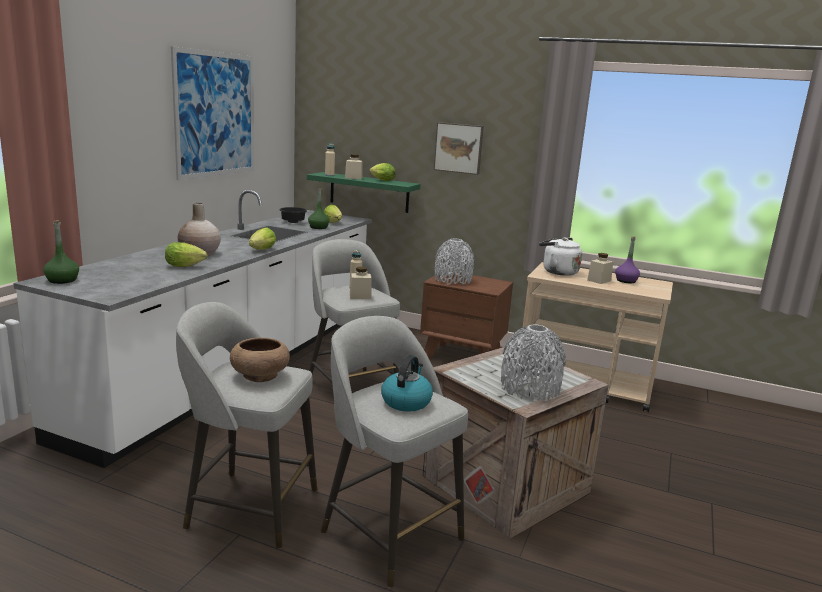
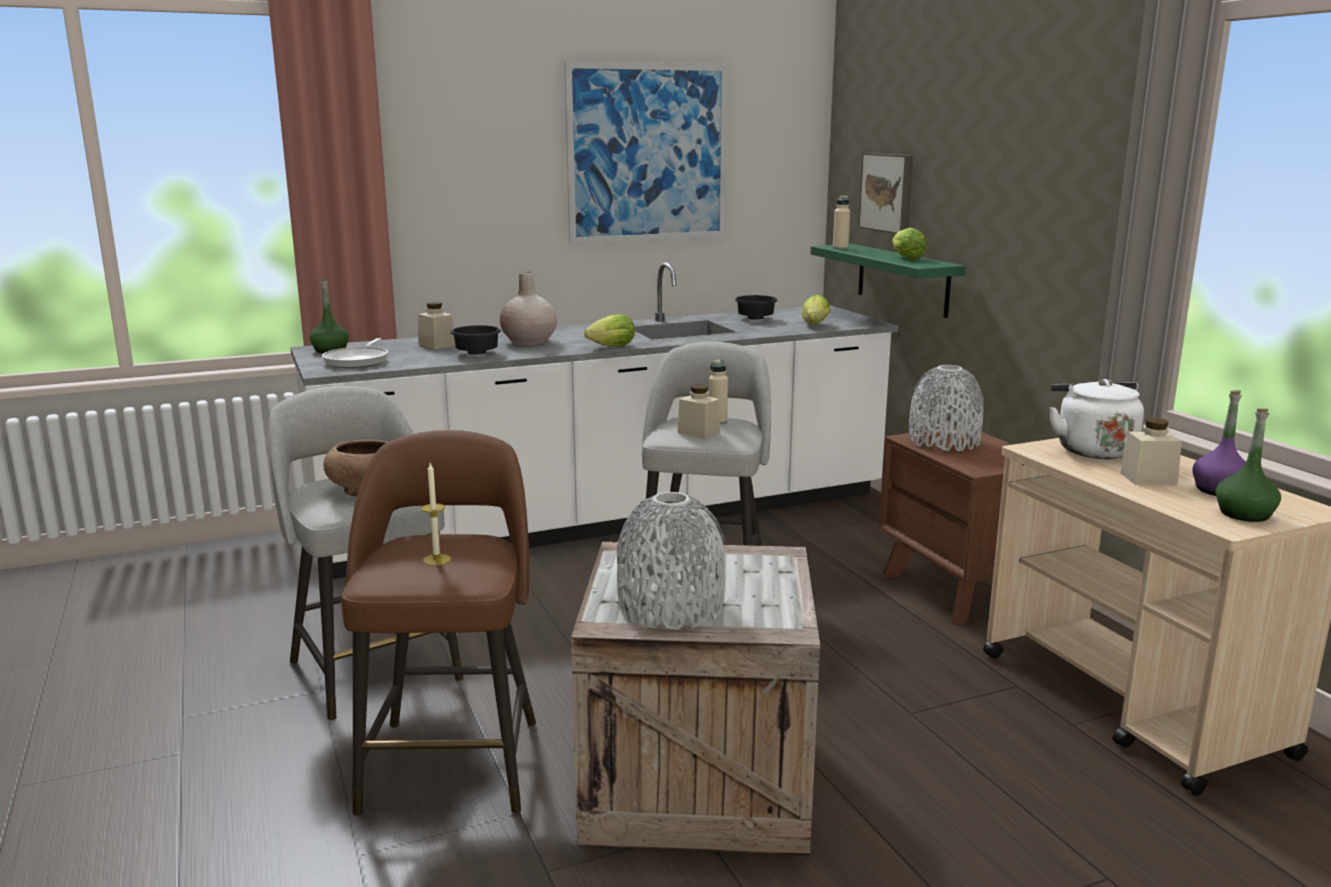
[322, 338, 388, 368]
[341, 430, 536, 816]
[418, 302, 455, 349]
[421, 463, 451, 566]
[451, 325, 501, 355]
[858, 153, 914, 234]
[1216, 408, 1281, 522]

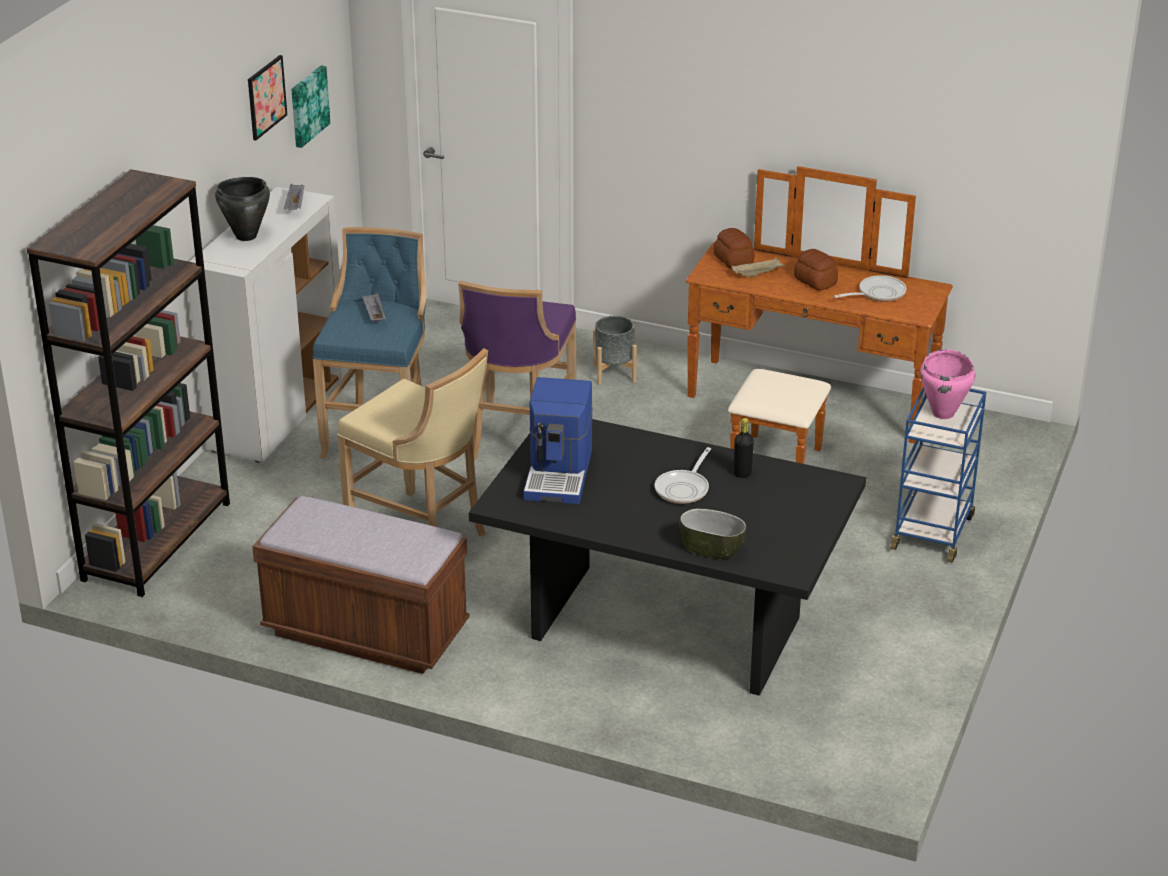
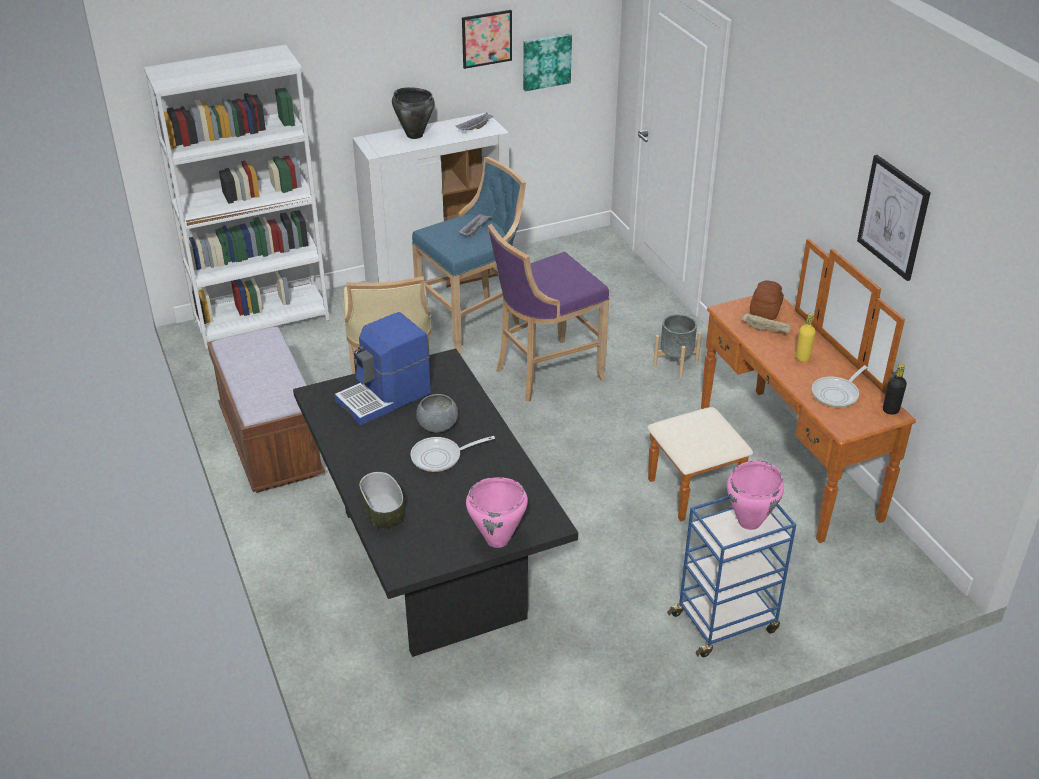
[144, 44, 329, 349]
[416, 394, 458, 433]
[466, 477, 528, 548]
[796, 313, 815, 362]
[812, 365, 868, 408]
[857, 155, 931, 281]
[883, 364, 907, 415]

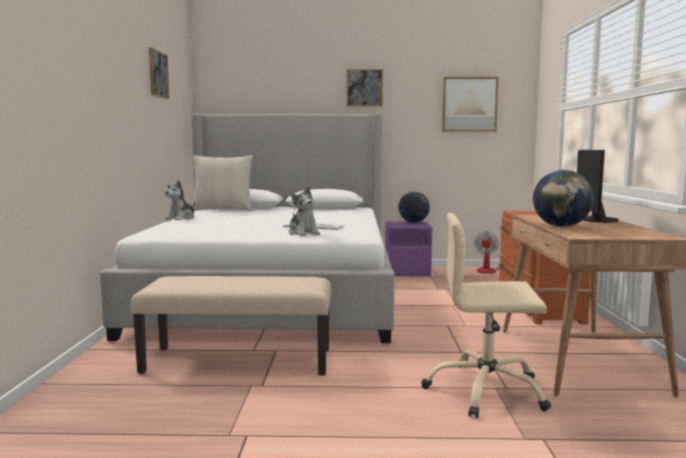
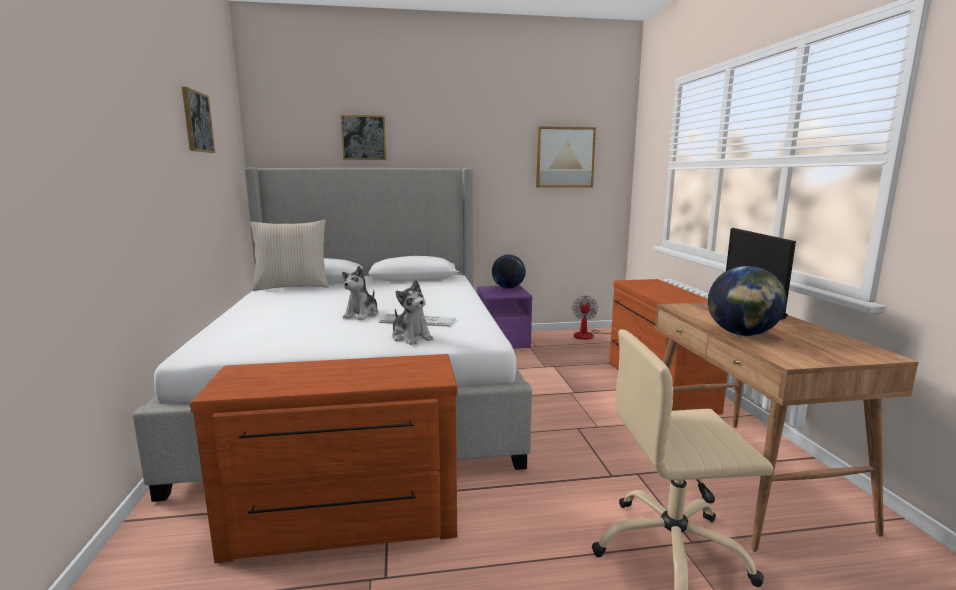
[190, 354, 458, 563]
[341, 115, 387, 160]
[342, 266, 379, 320]

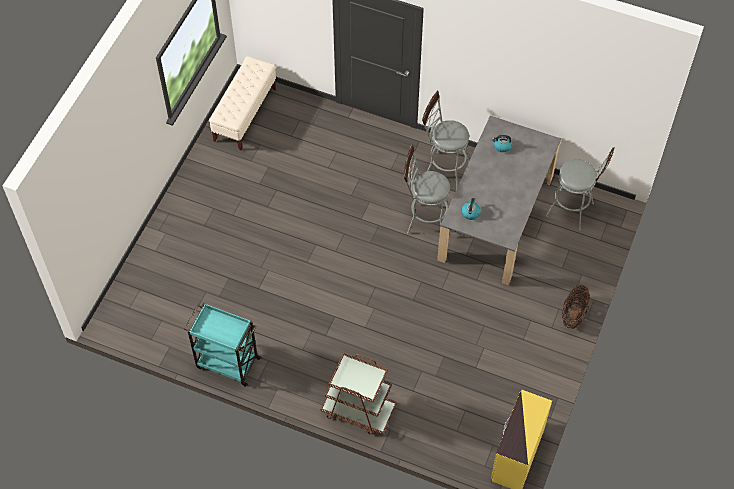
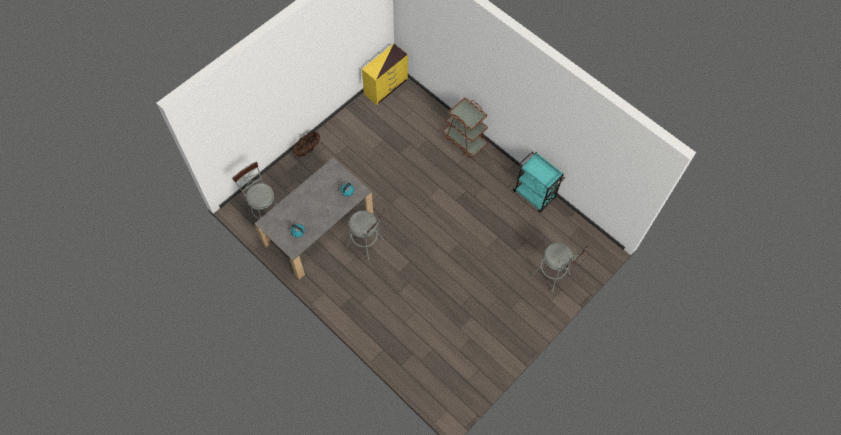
[532, 243, 589, 292]
[209, 56, 276, 151] (first image)

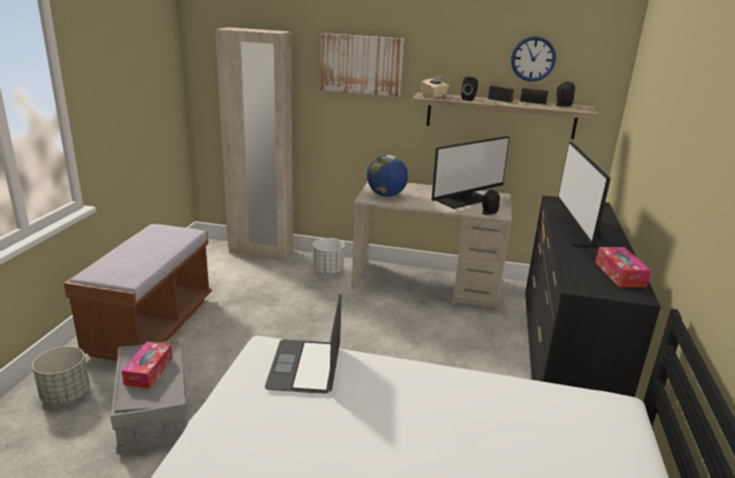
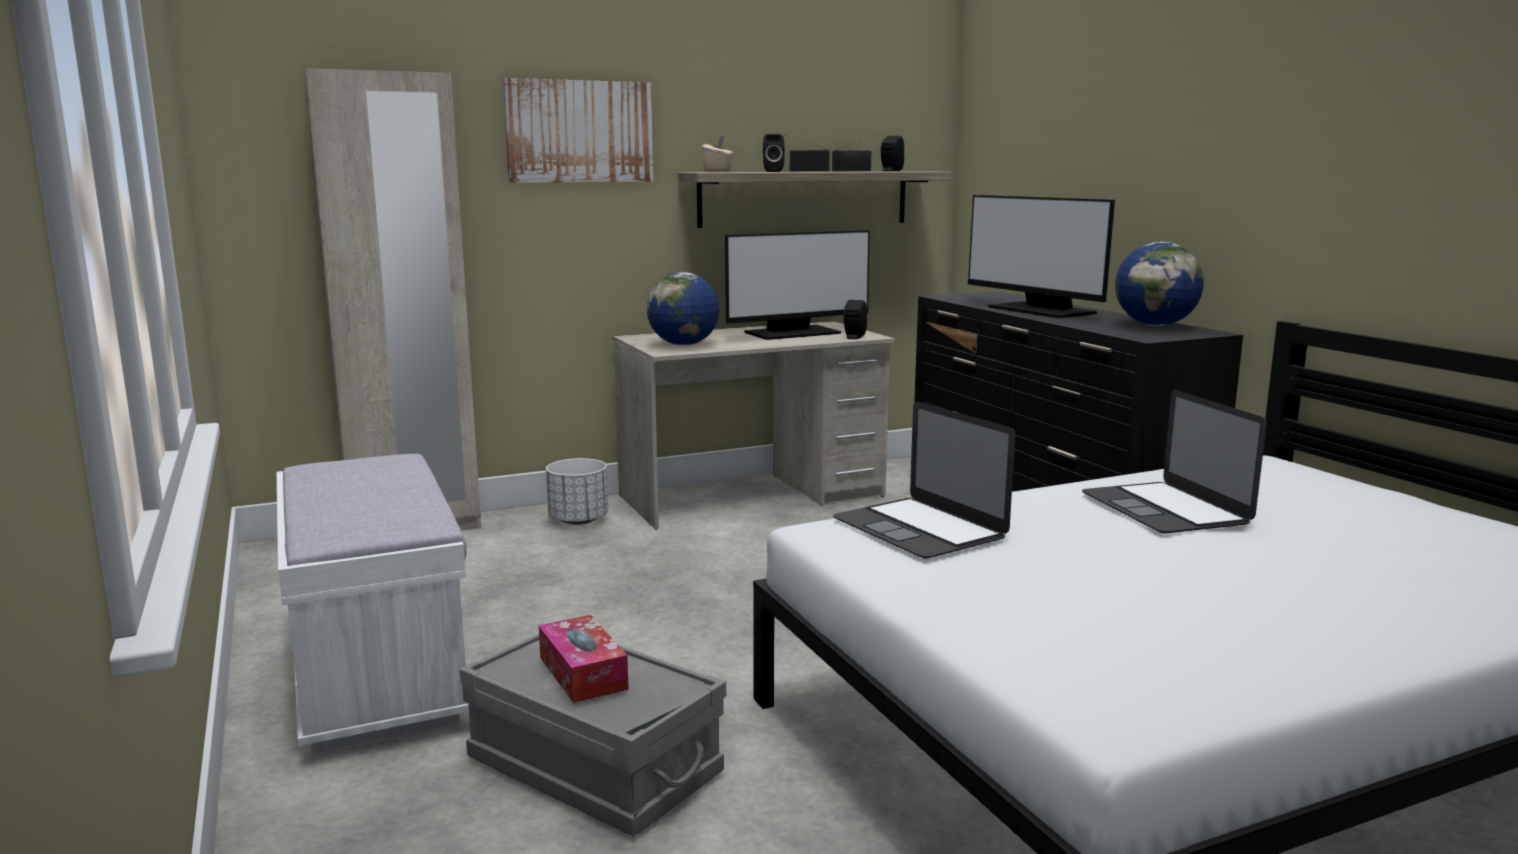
[277, 454, 469, 756]
[725, 230, 870, 340]
[1082, 390, 1266, 533]
[1115, 242, 1204, 326]
[32, 346, 90, 405] (first image)
[511, 36, 556, 81] (first image)

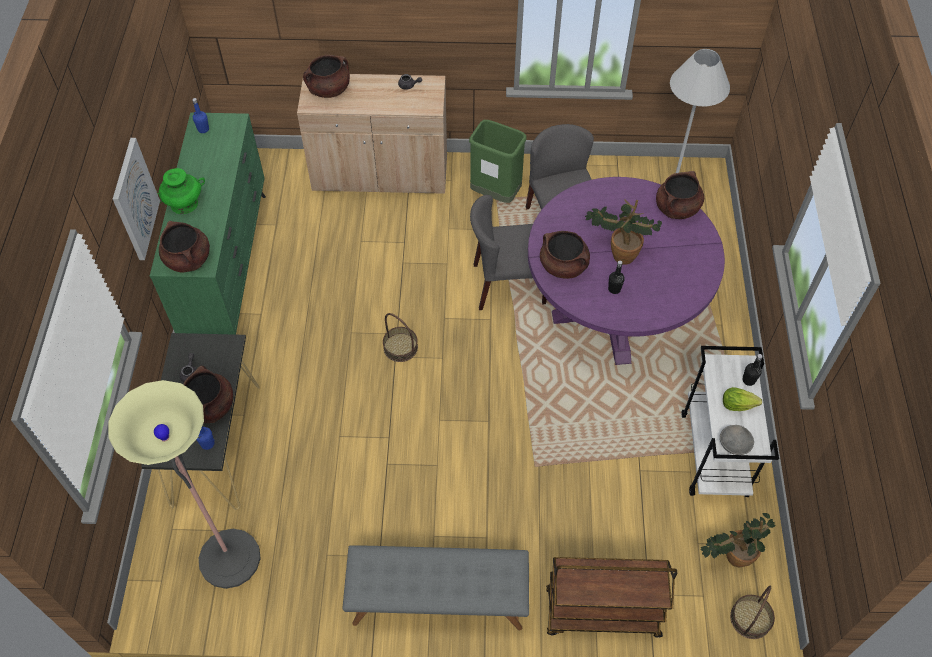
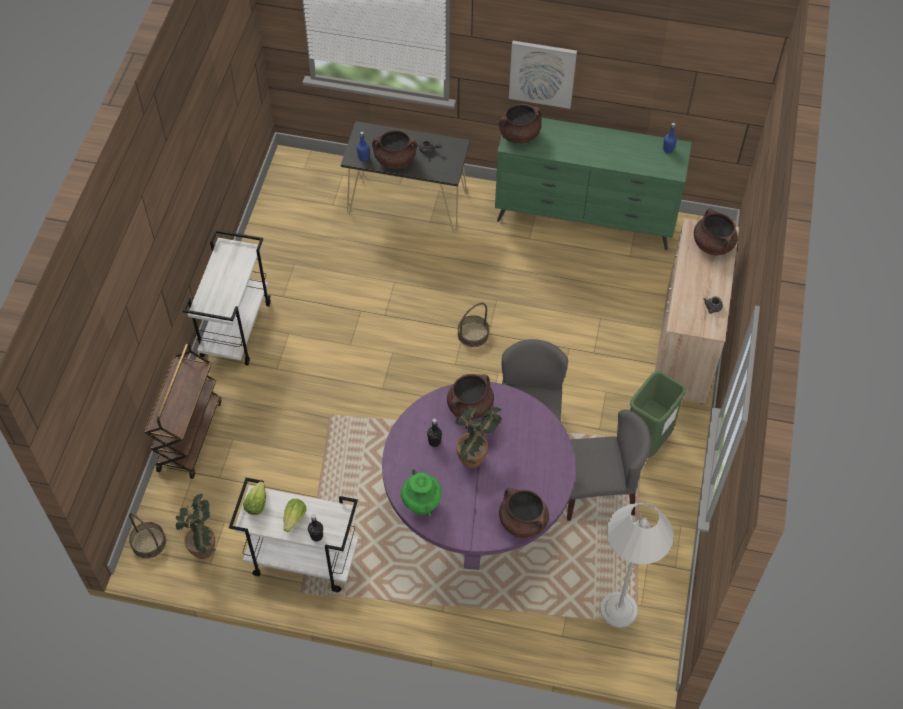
[183, 230, 271, 366]
[243, 482, 266, 515]
[401, 469, 442, 516]
[108, 380, 261, 589] (first image)

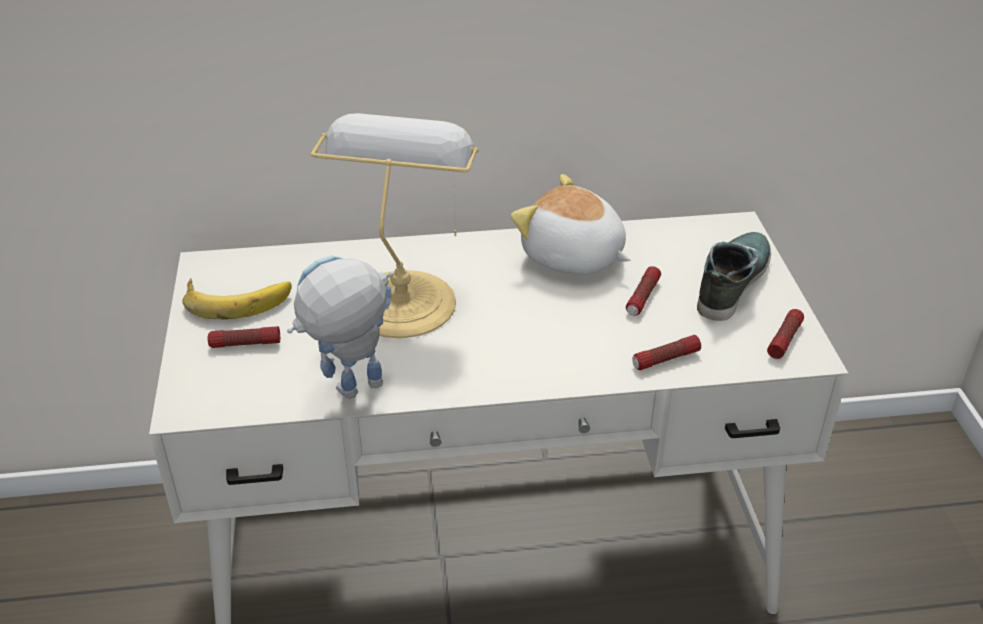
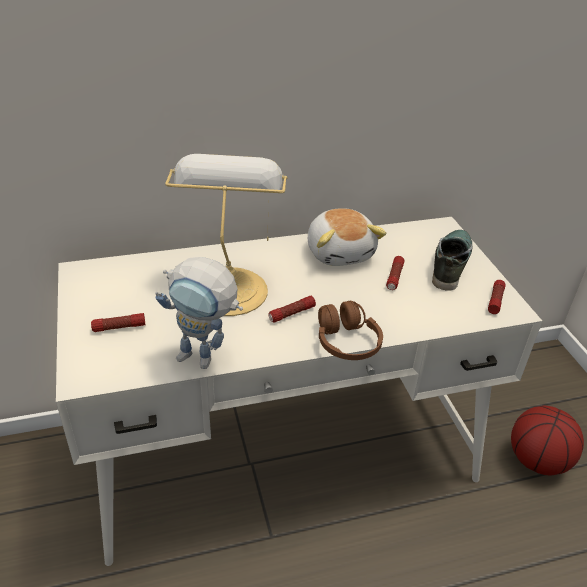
[155, 257, 243, 369]
[268, 296, 316, 323]
[308, 208, 387, 266]
[318, 301, 383, 360]
[511, 406, 584, 475]
[182, 278, 292, 320] (first image)

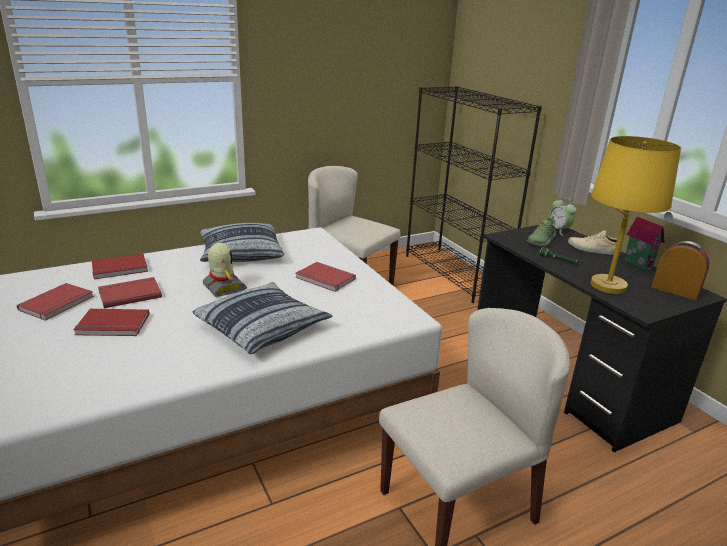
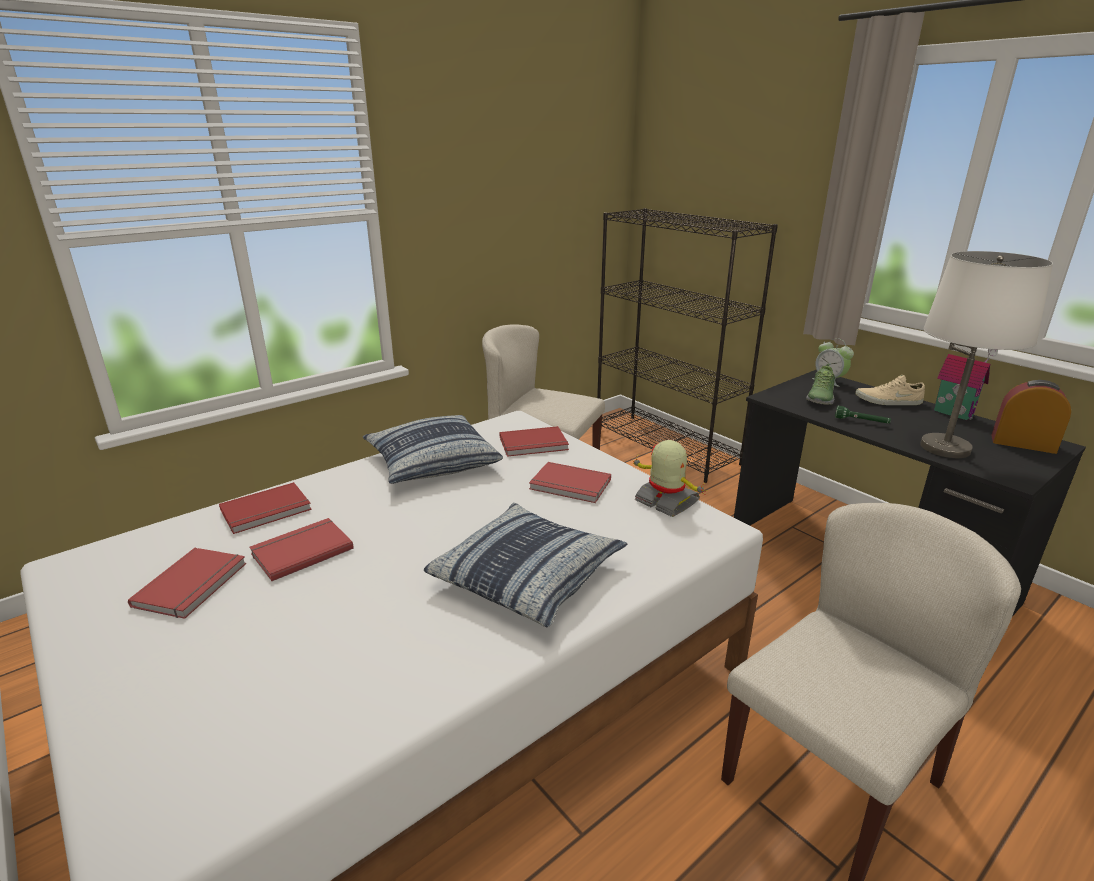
[500, 426, 569, 457]
[632, 440, 708, 517]
[920, 251, 1053, 458]

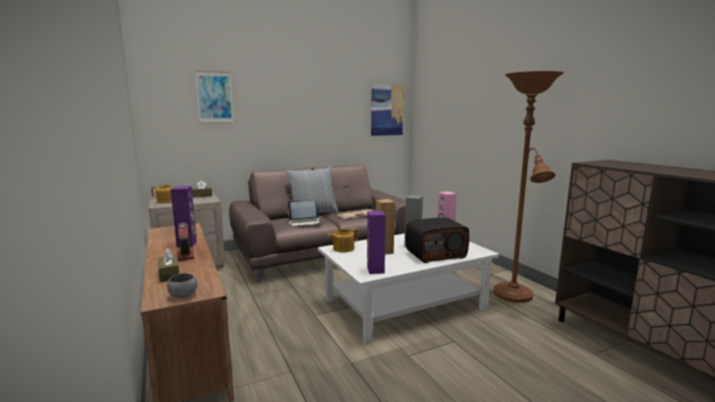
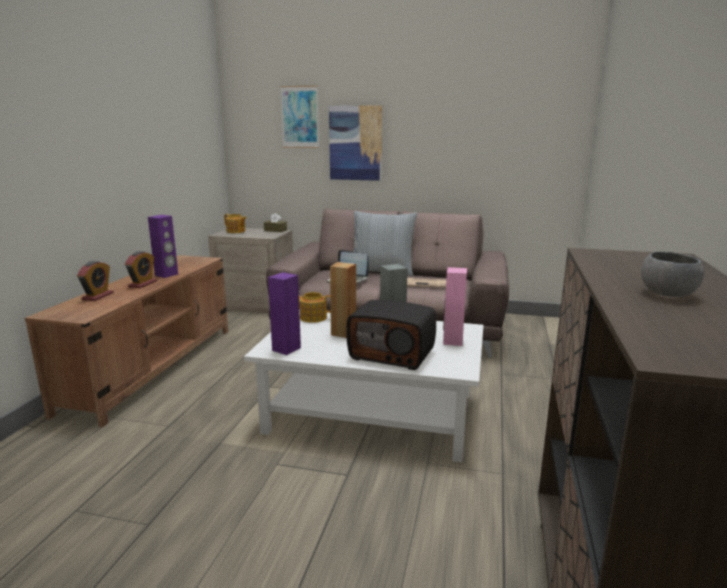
[77, 261, 113, 301]
[329, 105, 382, 181]
[641, 251, 704, 297]
[493, 71, 564, 303] (first image)

